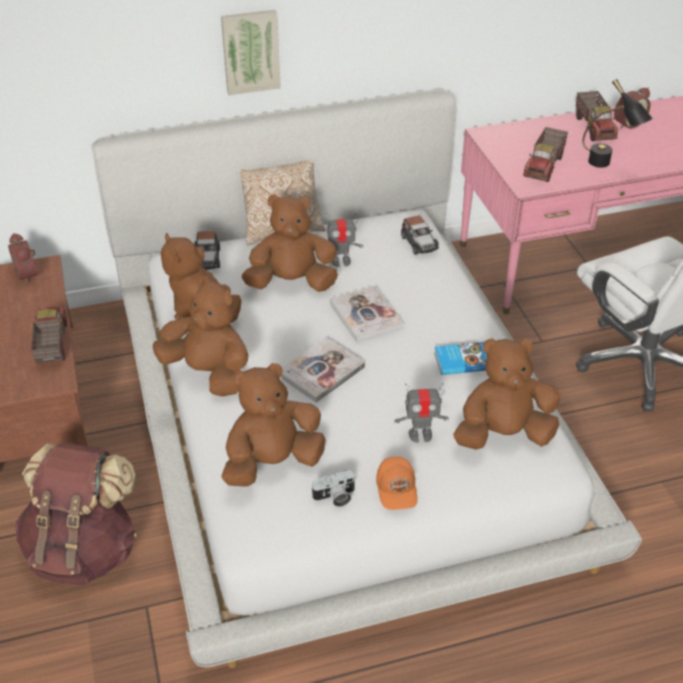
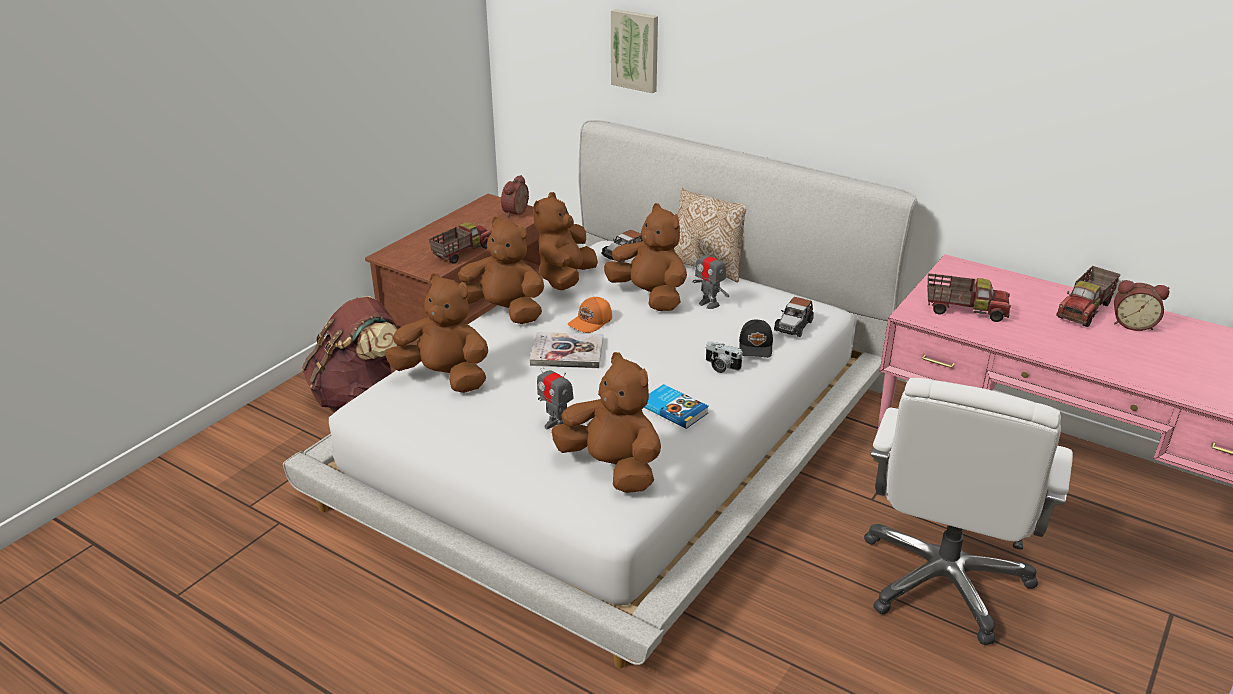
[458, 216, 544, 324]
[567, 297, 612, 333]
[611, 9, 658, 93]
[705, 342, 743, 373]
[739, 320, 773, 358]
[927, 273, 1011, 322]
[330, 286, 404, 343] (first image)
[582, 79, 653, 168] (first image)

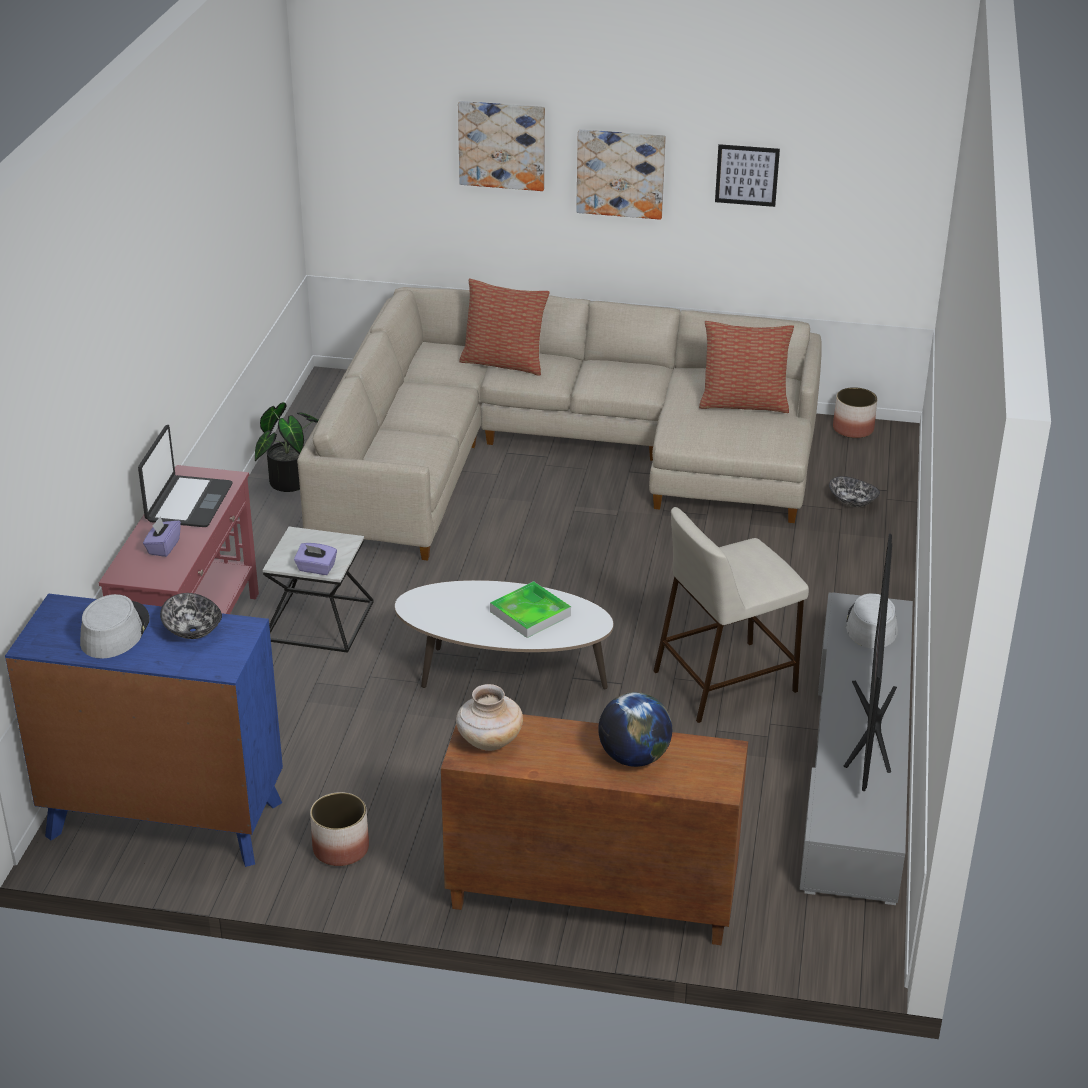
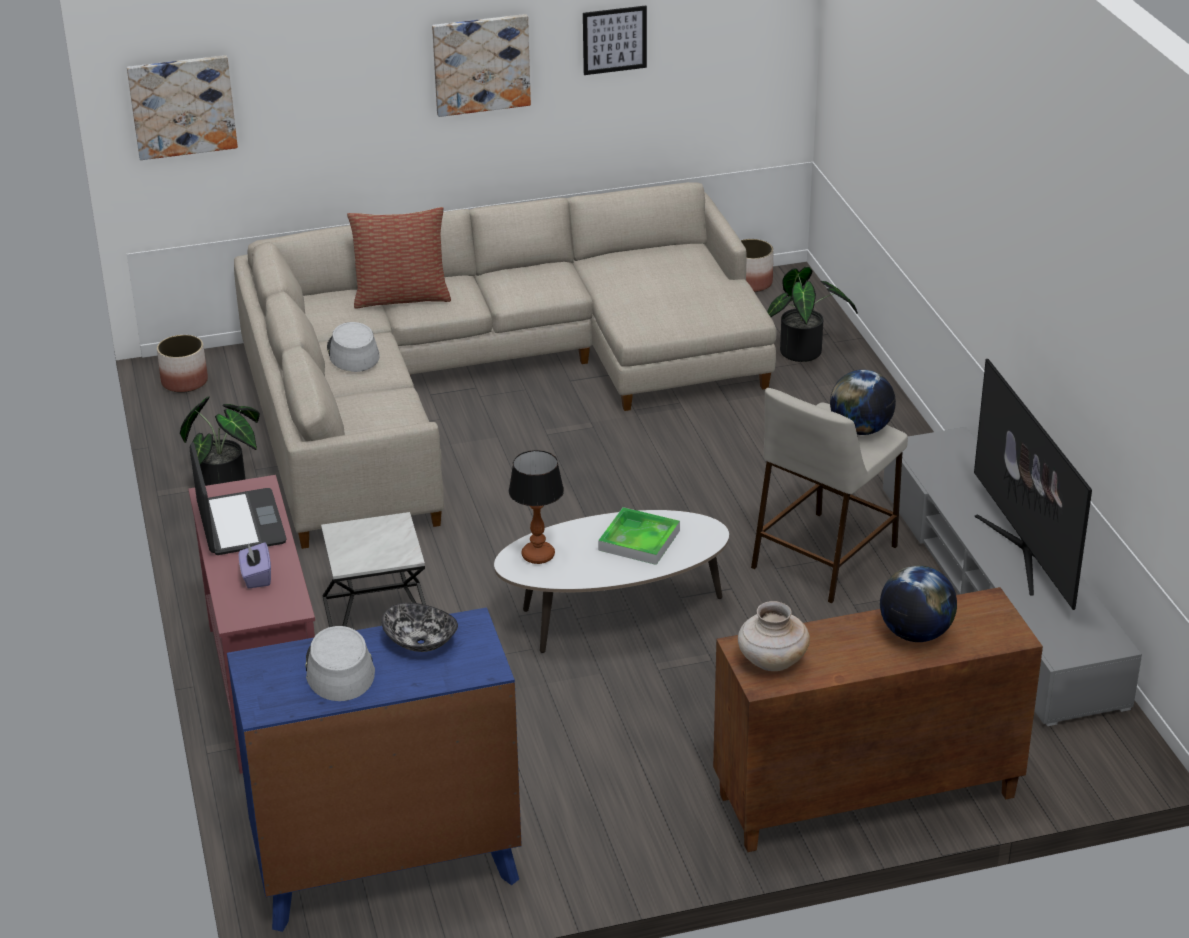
[127, 55, 238, 160]
[157, 335, 208, 393]
[327, 322, 379, 372]
[509, 450, 564, 564]
[767, 267, 858, 362]
[830, 370, 896, 435]
[294, 543, 337, 575] (first image)
[699, 321, 794, 413] (first image)

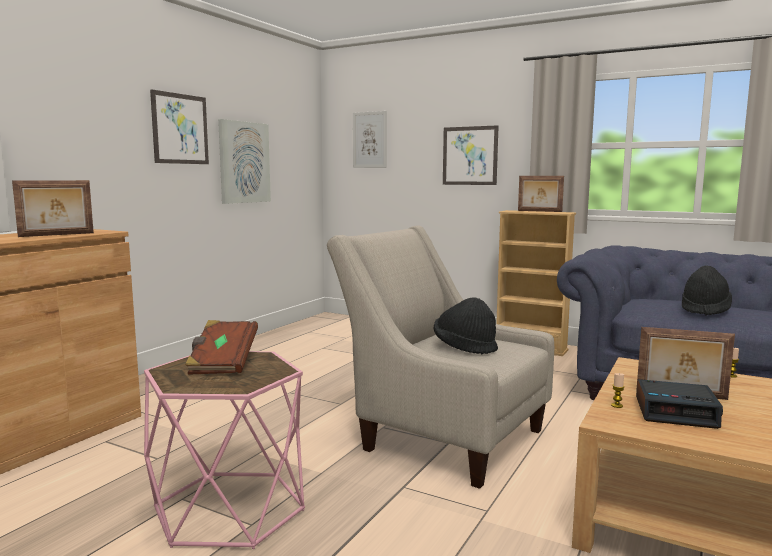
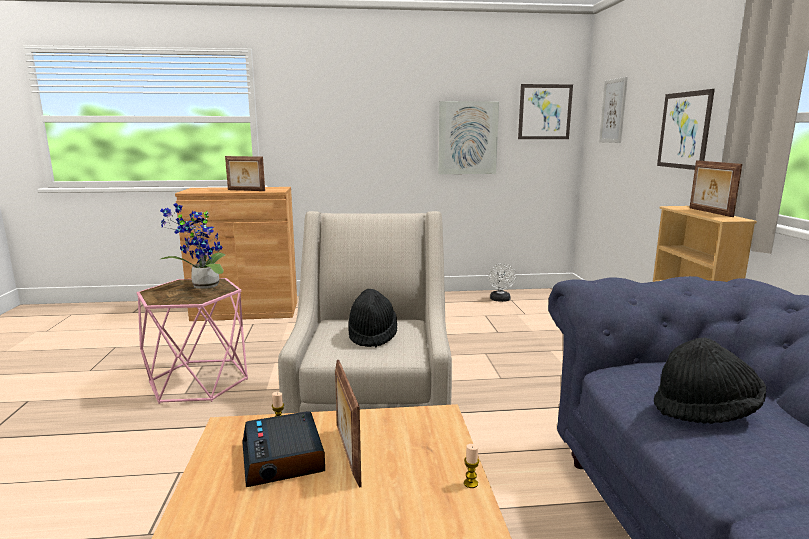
[159, 203, 225, 289]
[488, 263, 516, 302]
[518, 84, 573, 139]

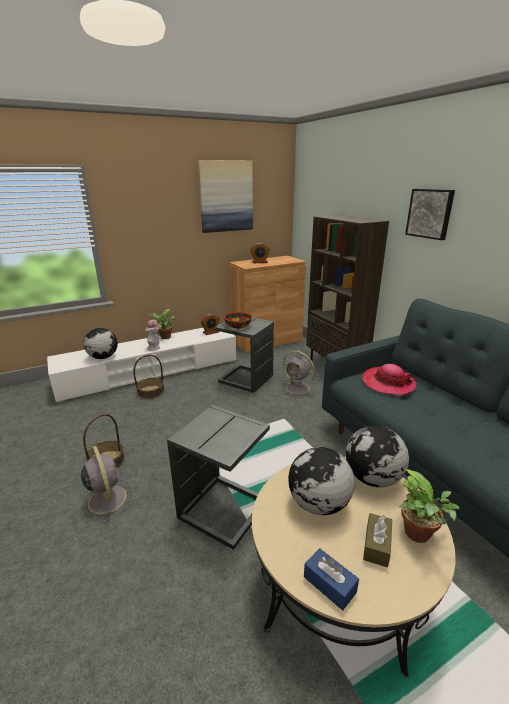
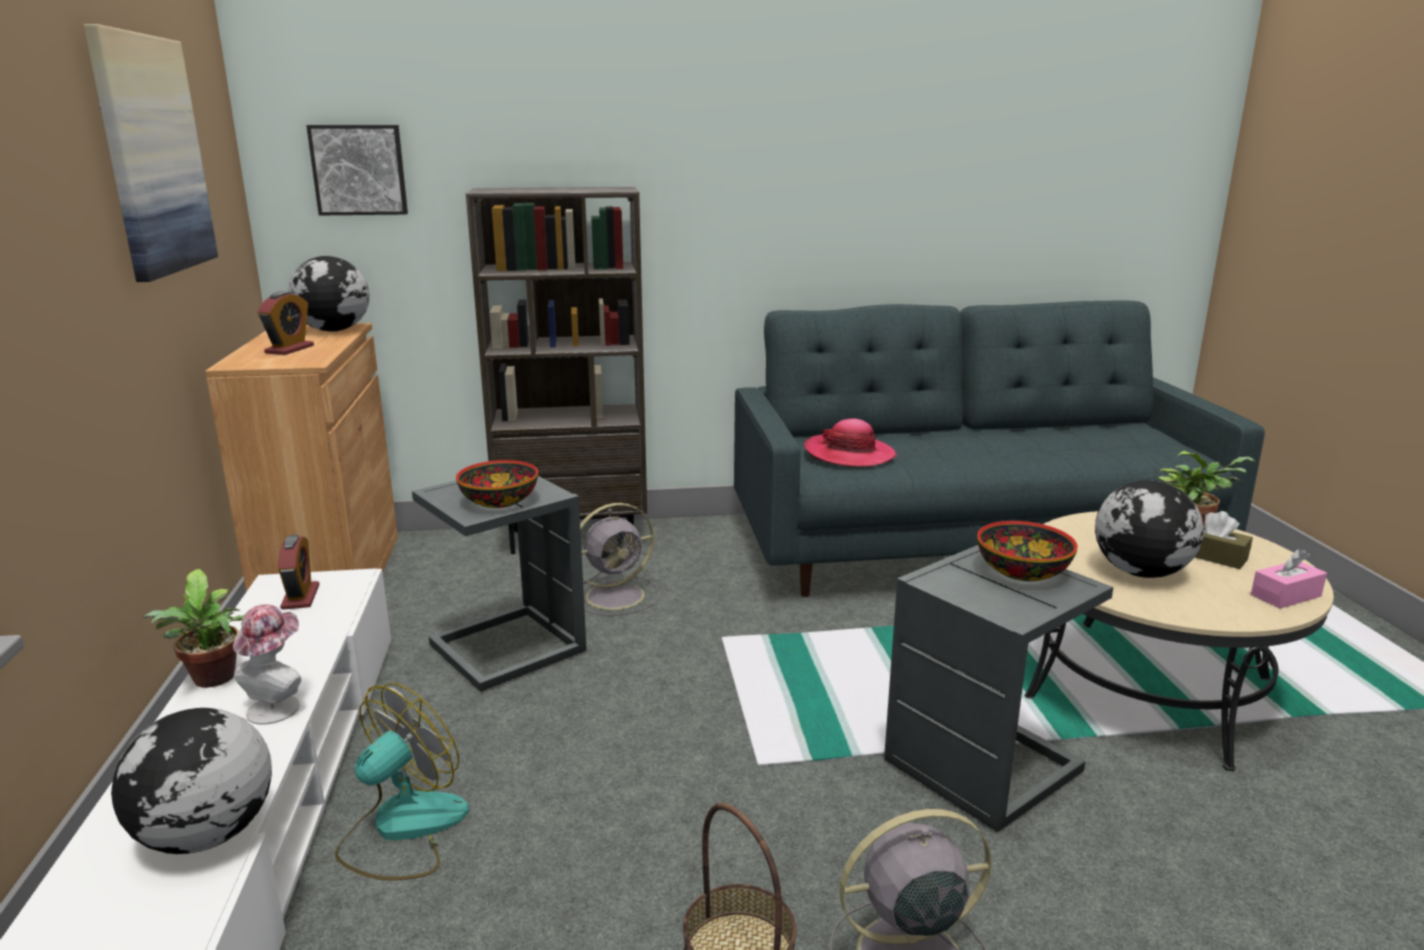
[288, 256, 369, 332]
[306, 125, 408, 215]
[335, 683, 469, 880]
[977, 521, 1078, 581]
[1251, 549, 1327, 609]

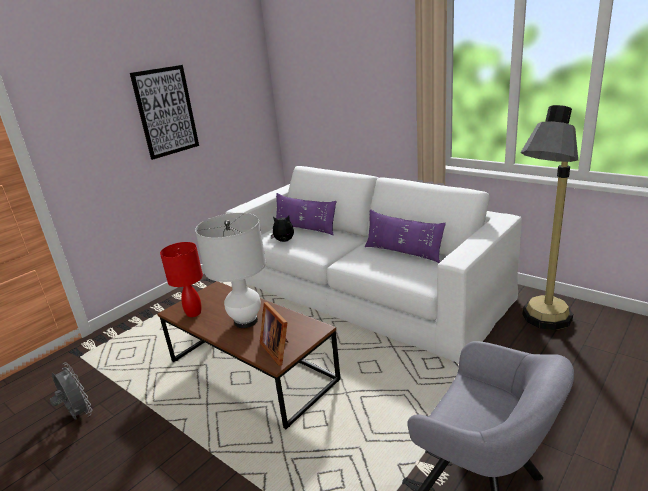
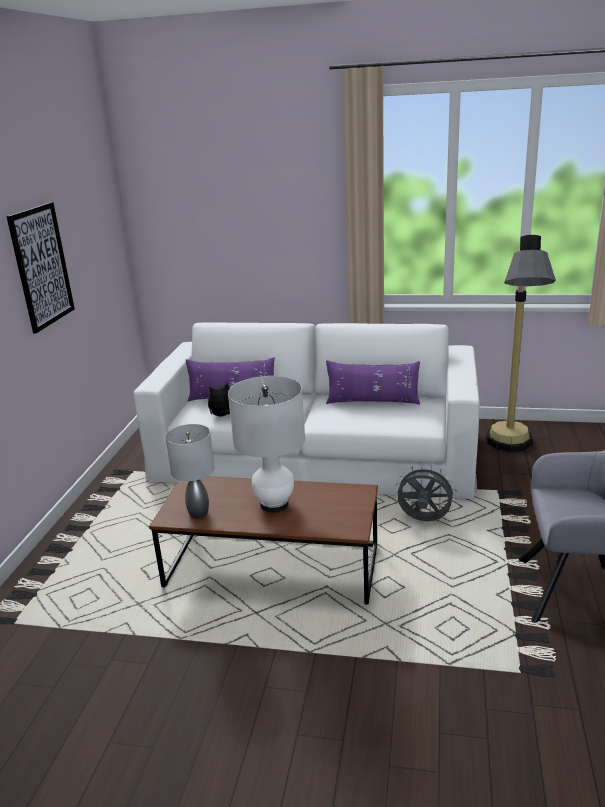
[165, 424, 215, 518]
[396, 465, 457, 521]
[260, 302, 288, 366] (first image)

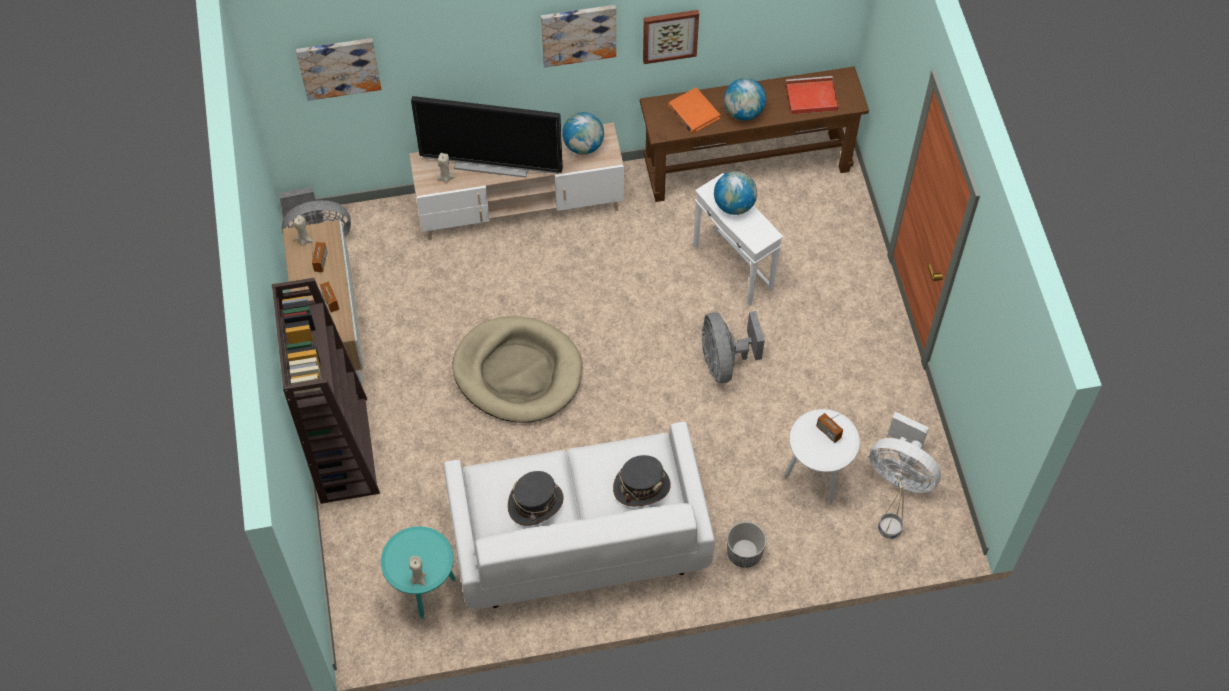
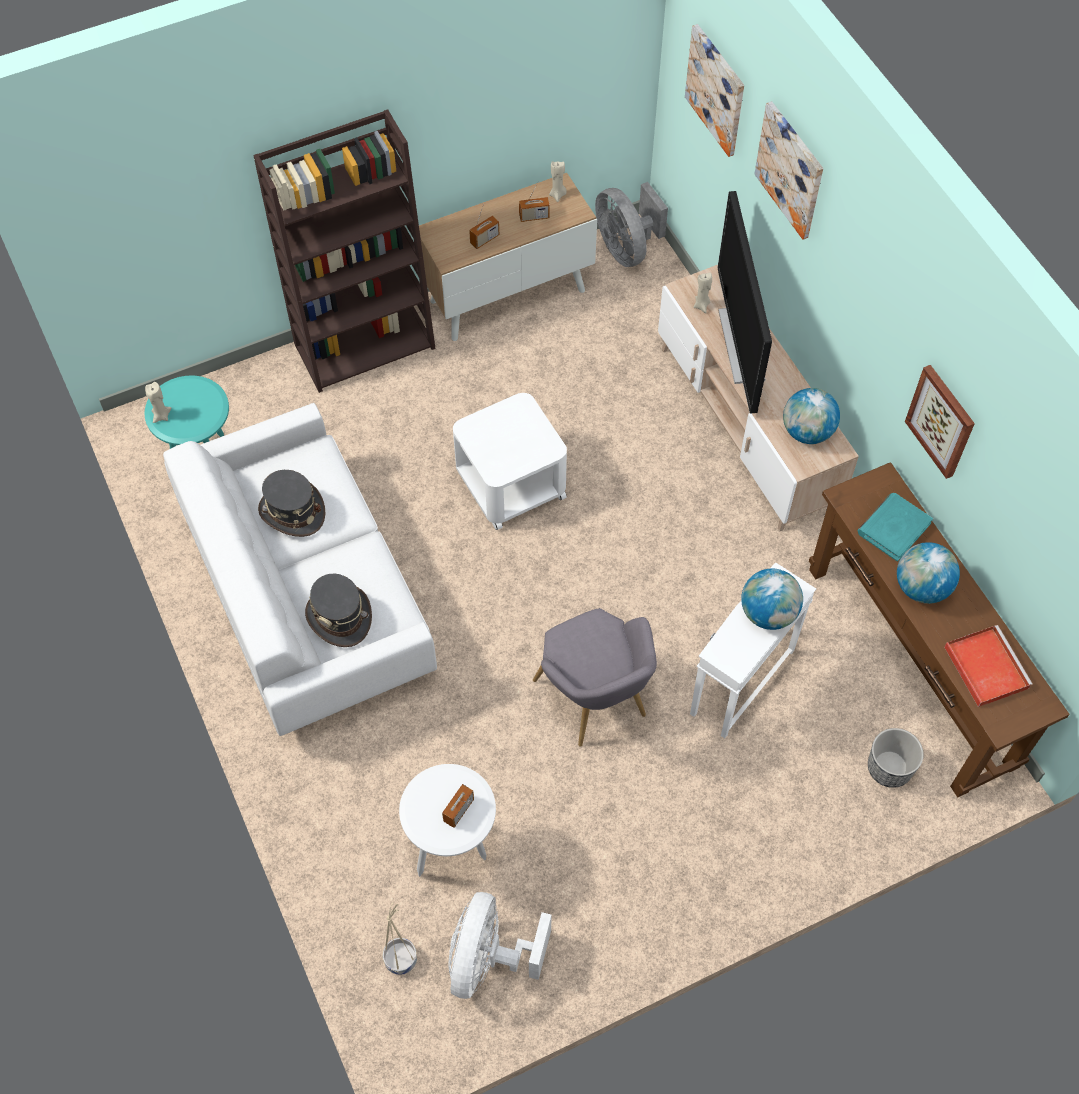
[453, 393, 567, 530]
[533, 608, 657, 747]
[755, 101, 823, 239]
[858, 493, 933, 561]
[868, 728, 924, 788]

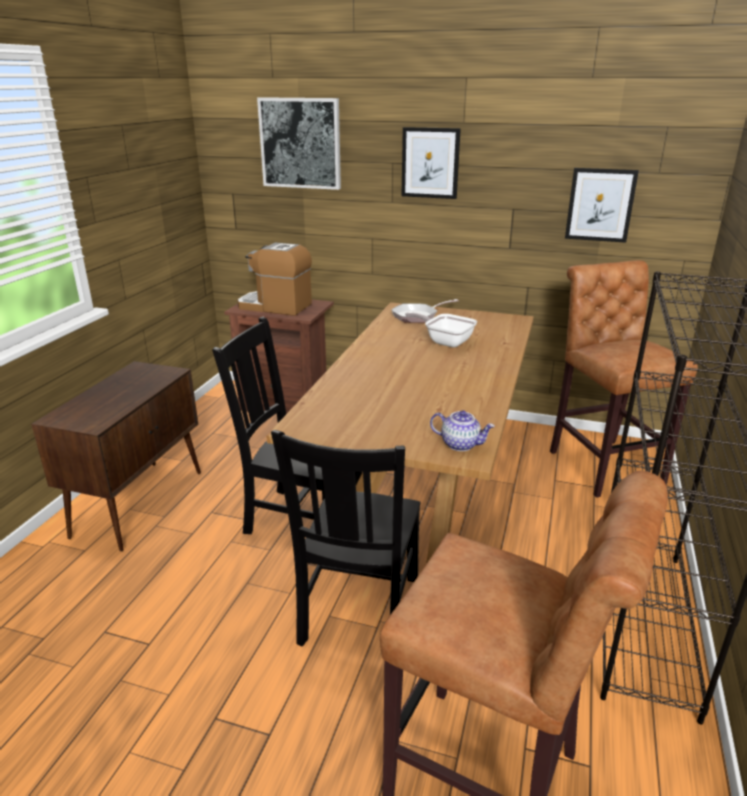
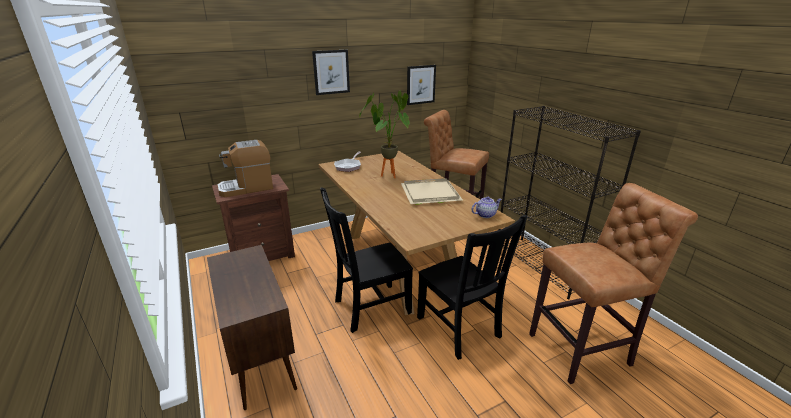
[359, 91, 410, 178]
[401, 178, 463, 205]
[257, 97, 341, 190] (first image)

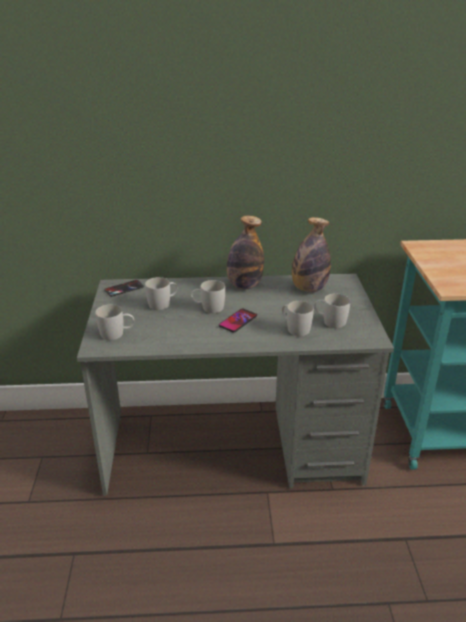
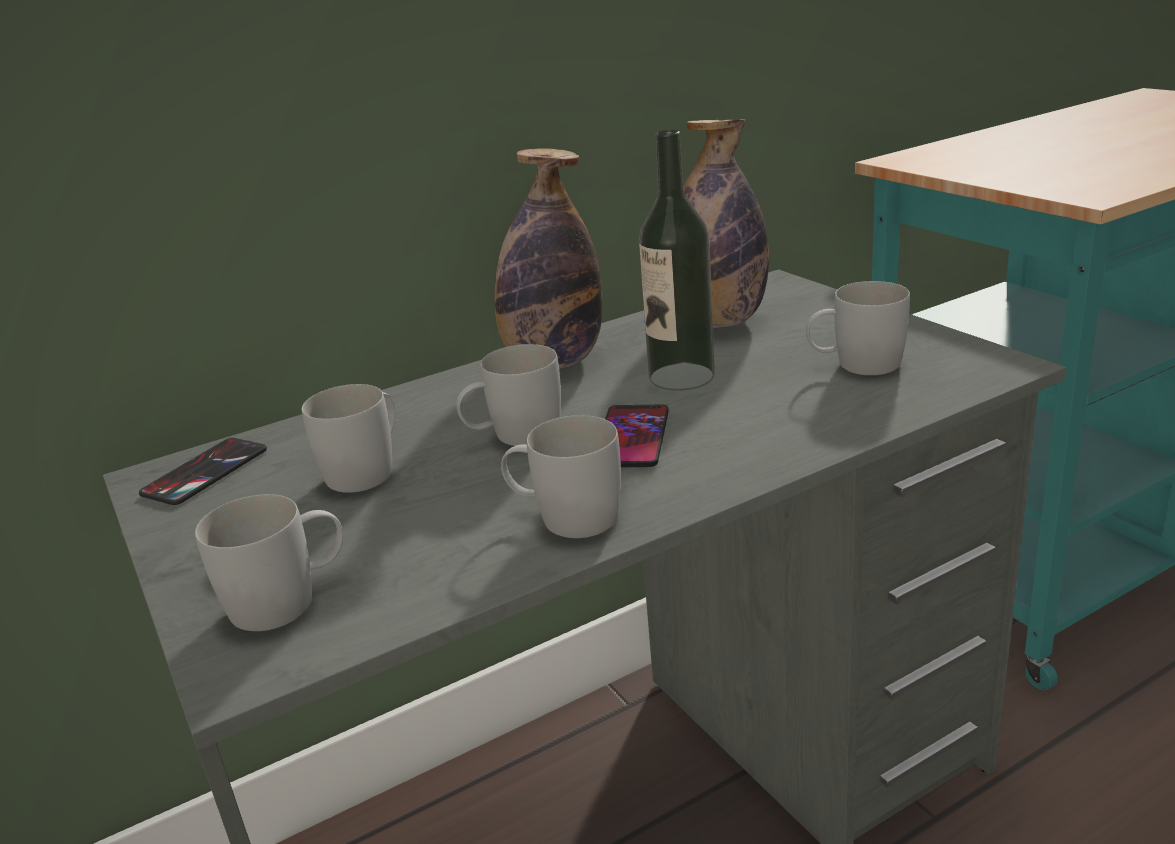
[501, 415, 621, 538]
[639, 130, 715, 391]

